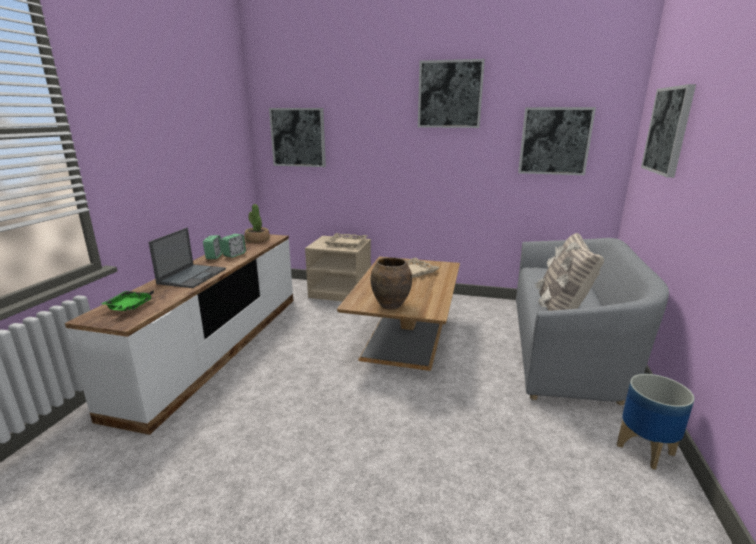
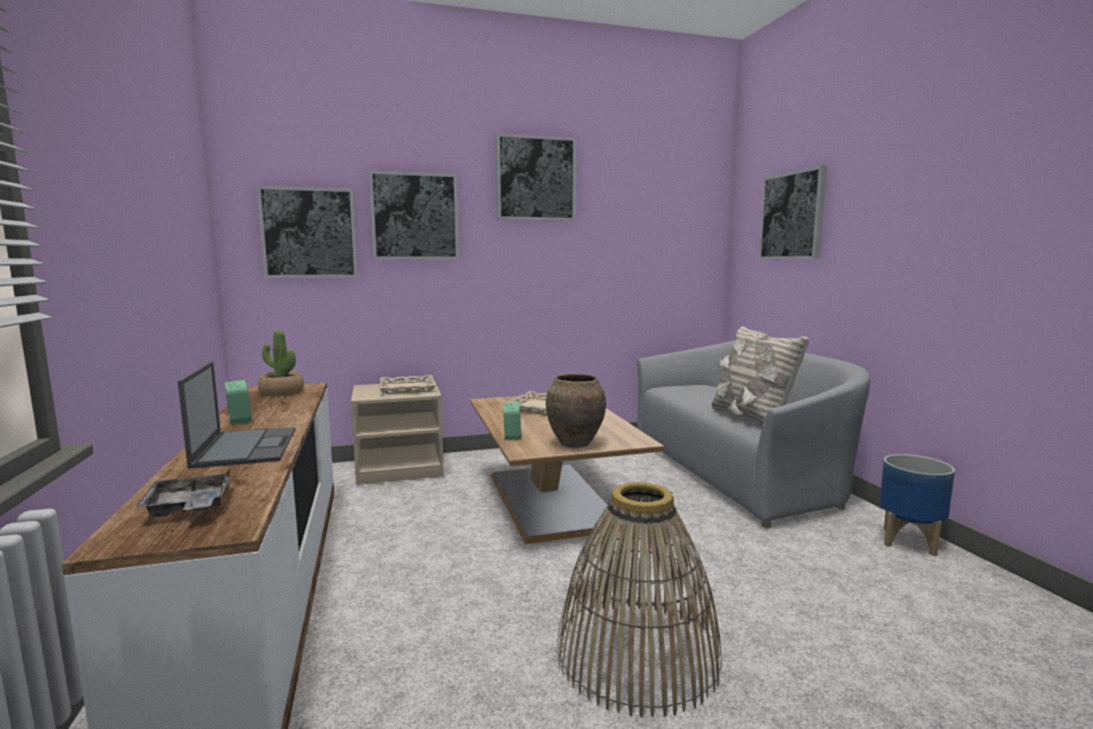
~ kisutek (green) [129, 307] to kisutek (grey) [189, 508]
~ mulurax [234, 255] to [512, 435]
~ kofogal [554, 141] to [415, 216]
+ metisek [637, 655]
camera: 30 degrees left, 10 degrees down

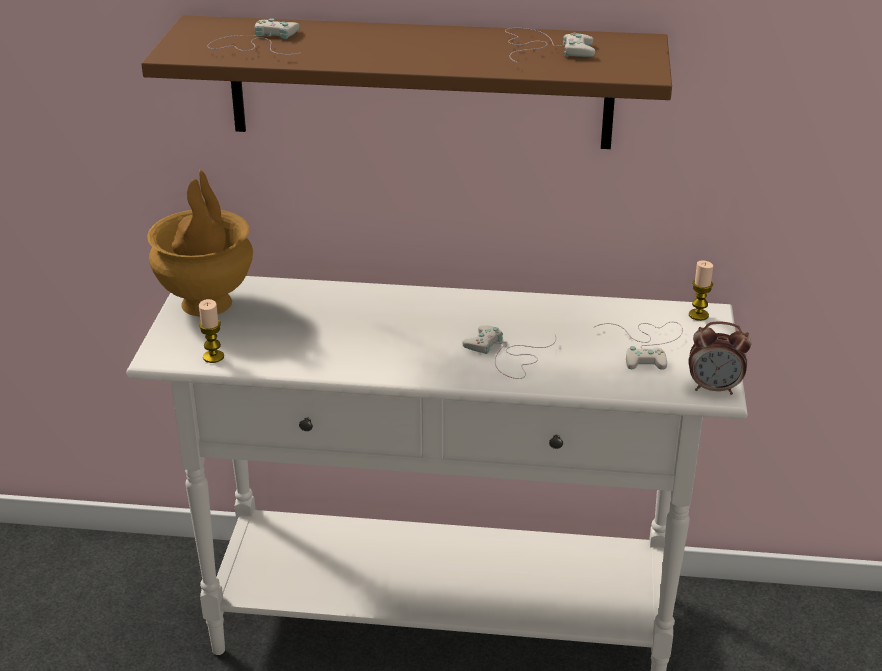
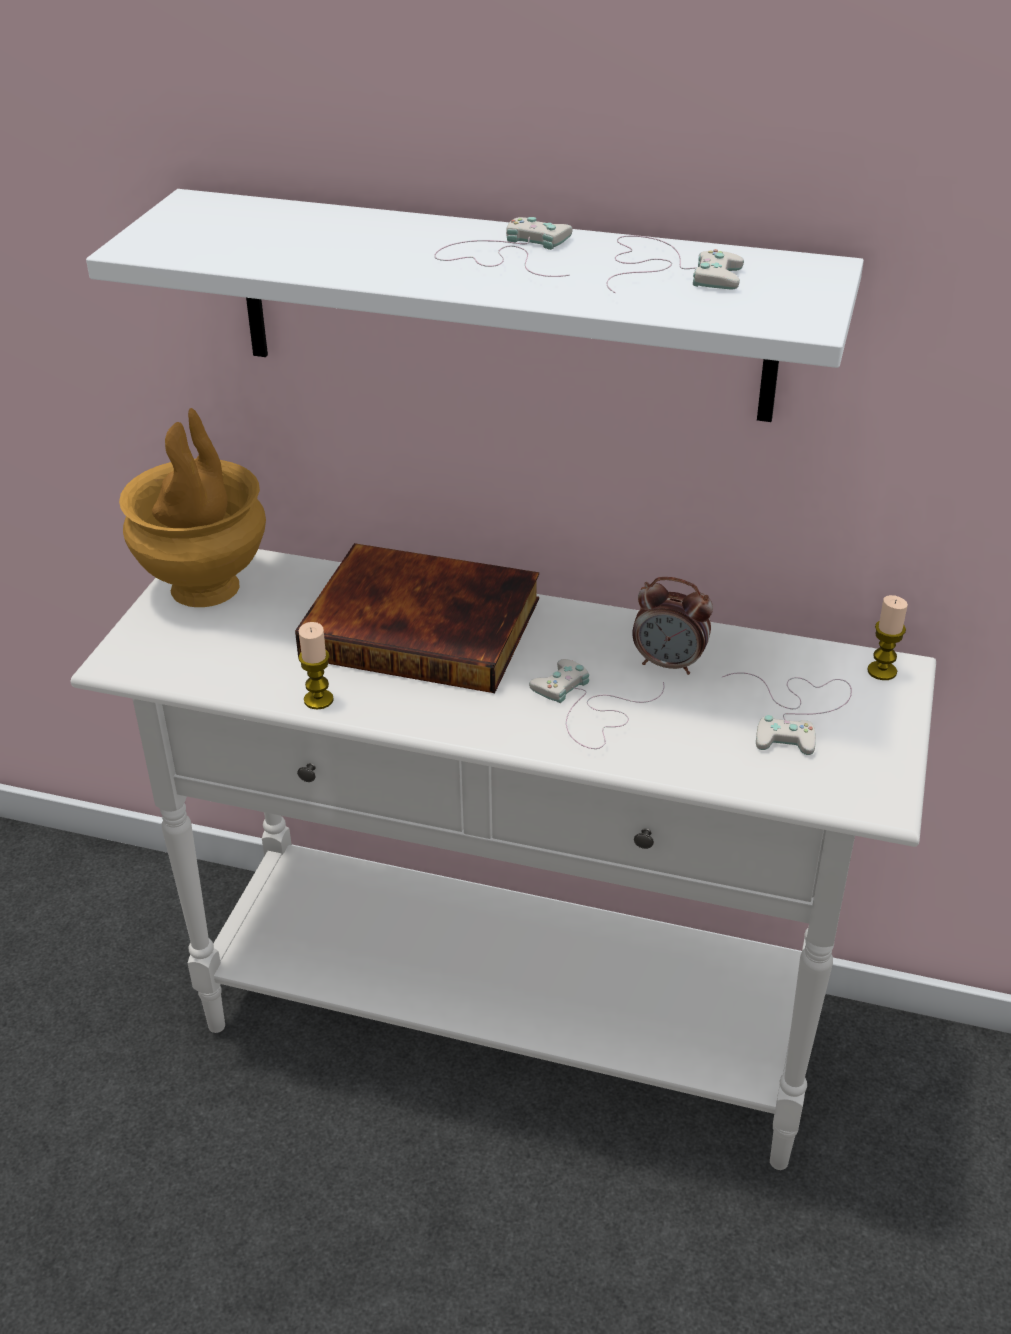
~ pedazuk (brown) [420, 82] to pedazuk (white) [502, 306]
~ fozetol [213, 357] to [318, 700]
~ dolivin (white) [257, 44] to [507, 255]
~ mulurax [714, 388] to [669, 664]
+ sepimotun [425, 625]
camera: 10 degrees right, 5 degrees up

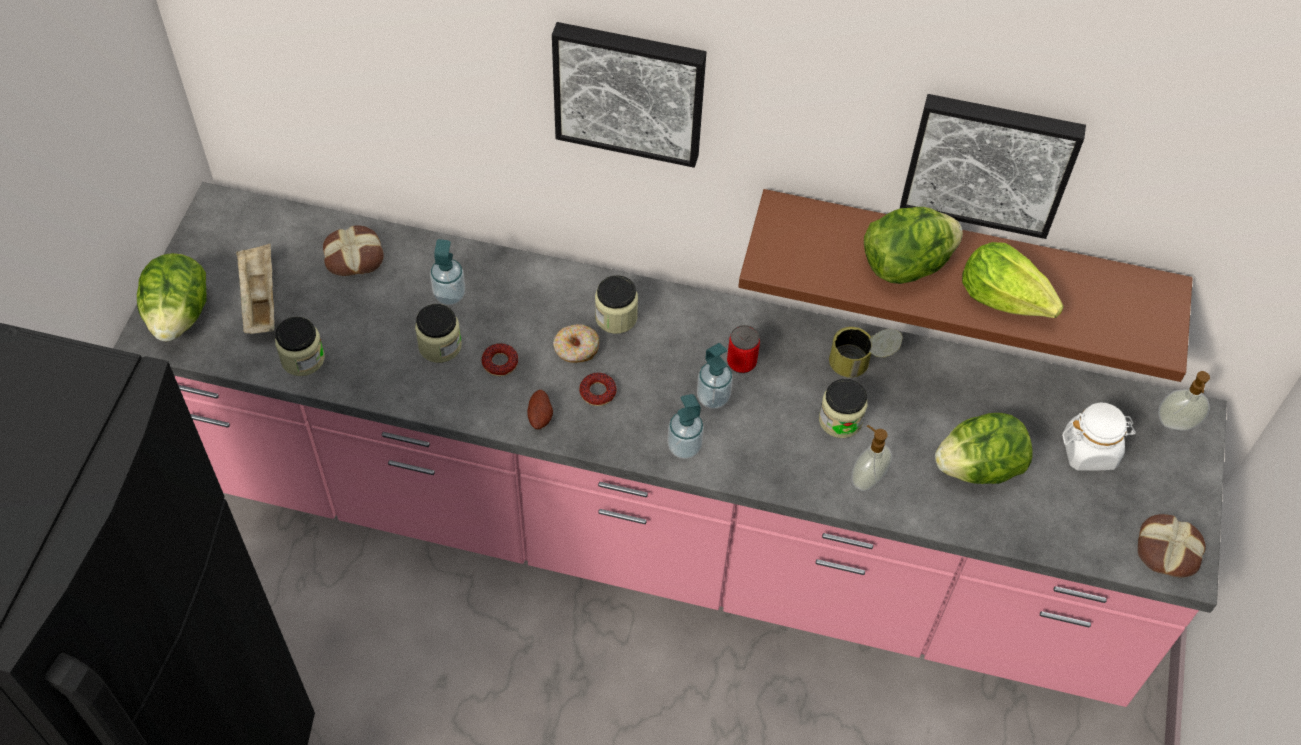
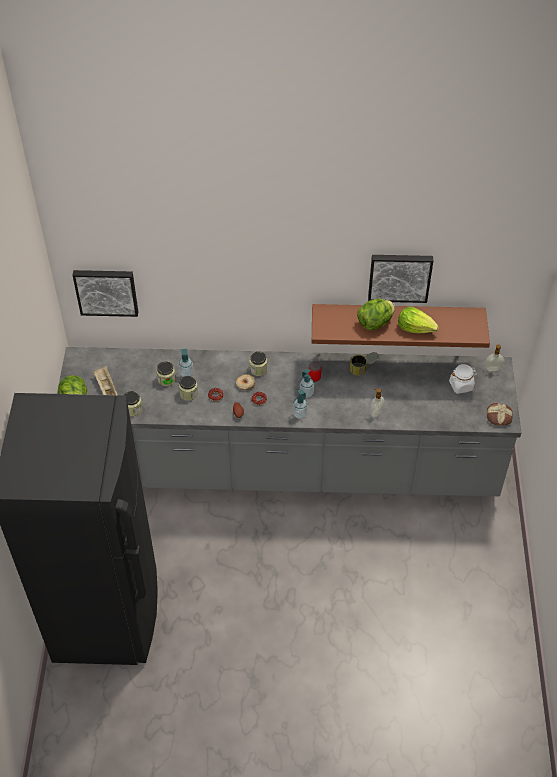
~ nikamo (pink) [643, 529] to nikamo (grey) [278, 468]
- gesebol [354, 255]
~ kofogal [630, 90] to [106, 291]
~ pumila [840, 420] to [166, 379]
- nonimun [979, 467]
camera: 10 degrees left, 5 degrees down

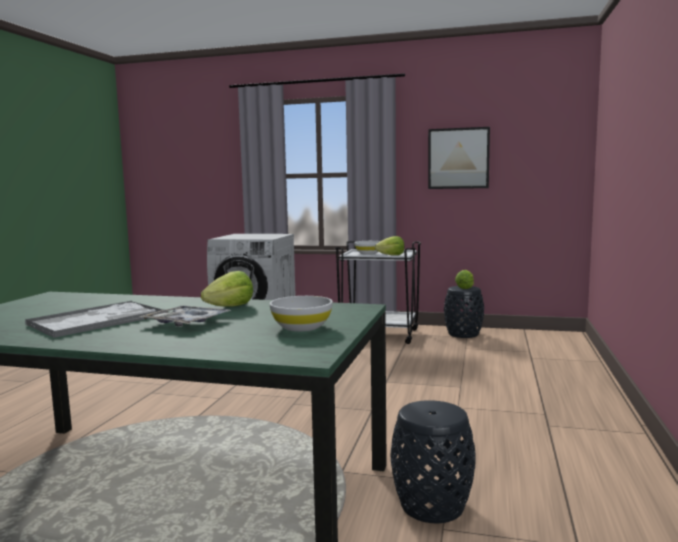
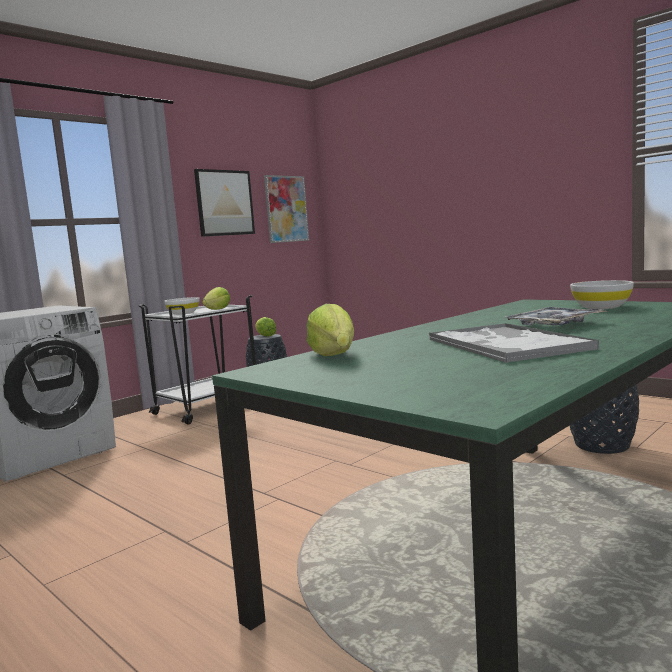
~ nonimun [230, 307] to [334, 355]
+ kofogal [286, 209]
camera: 60 degrees left, 0 degrees up

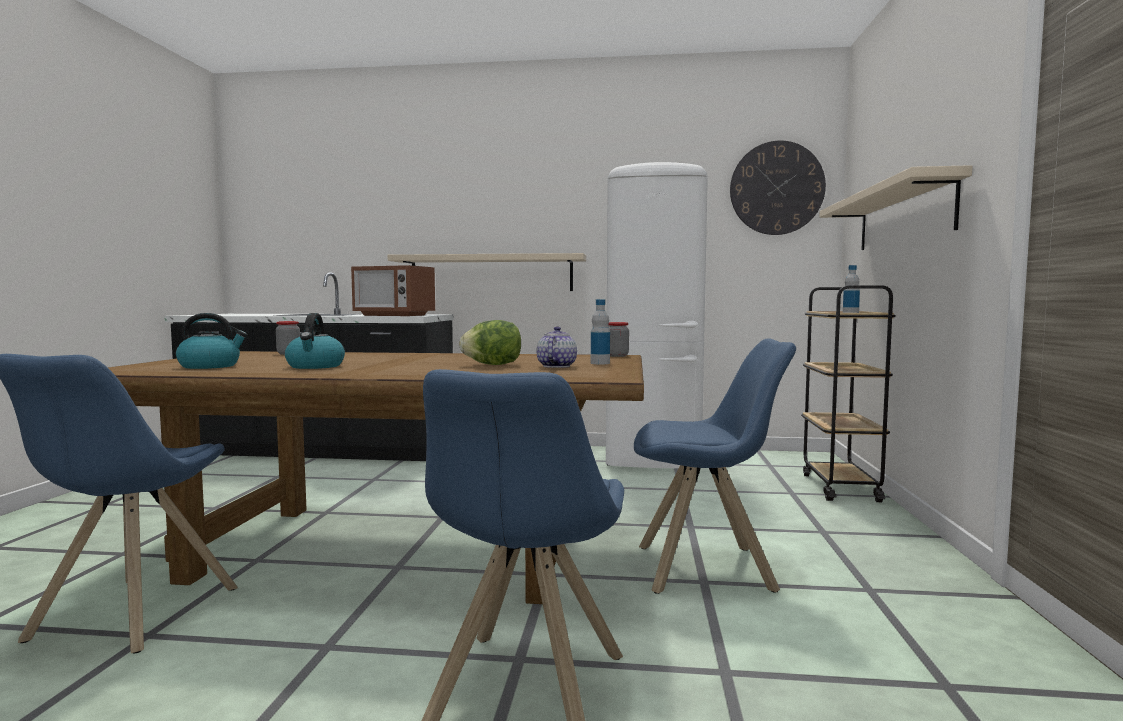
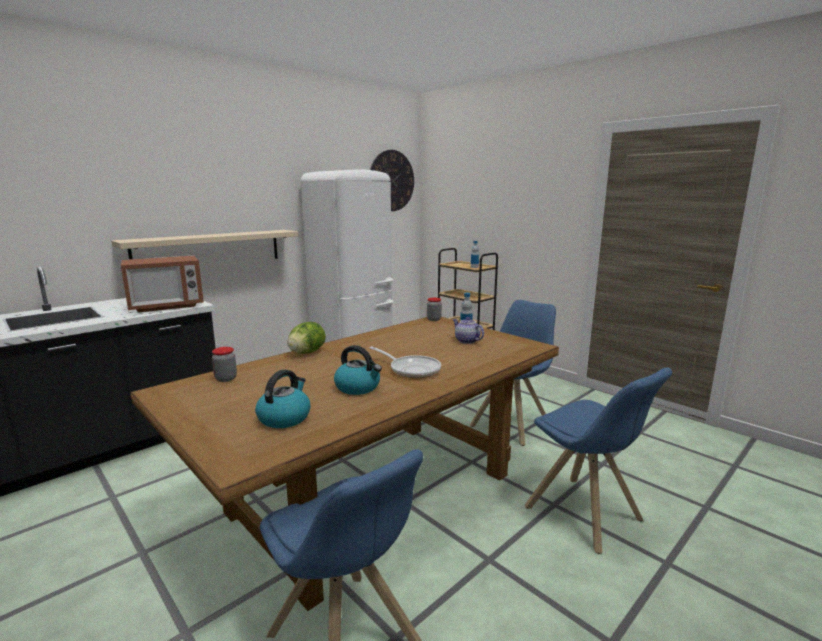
~ nonimun [493, 365] to [306, 353]
- pedazuk (beige) [903, 217]
+ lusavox [412, 369]
camera: 50 degrees left, 10 degrees up

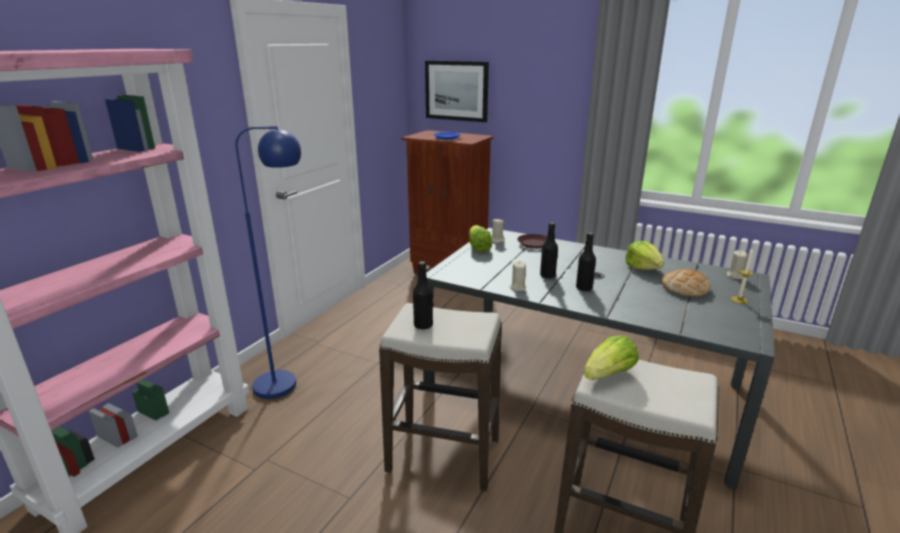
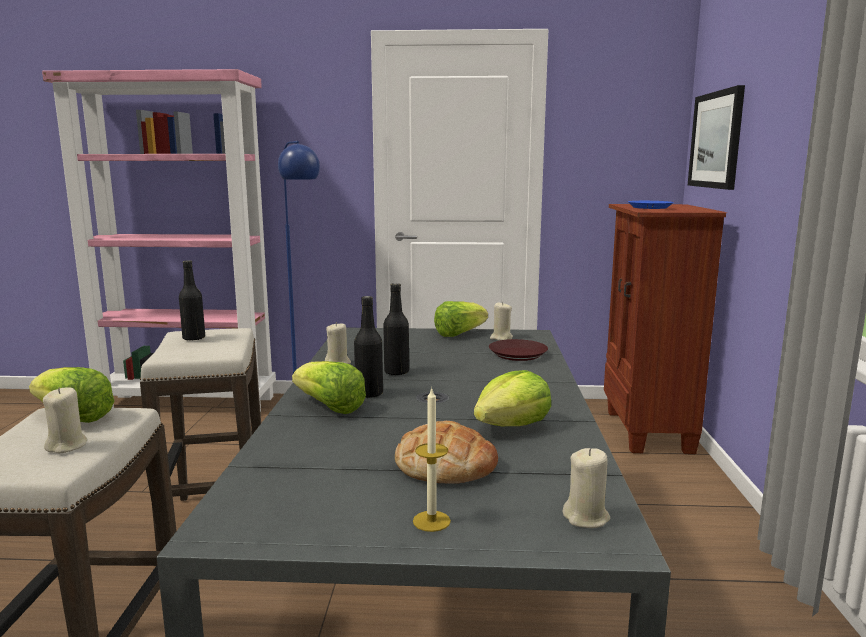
+ fozetol (beige) [67, 446]
+ nonimun [329, 407]
camera: 65 degrees right, 10 degrees down

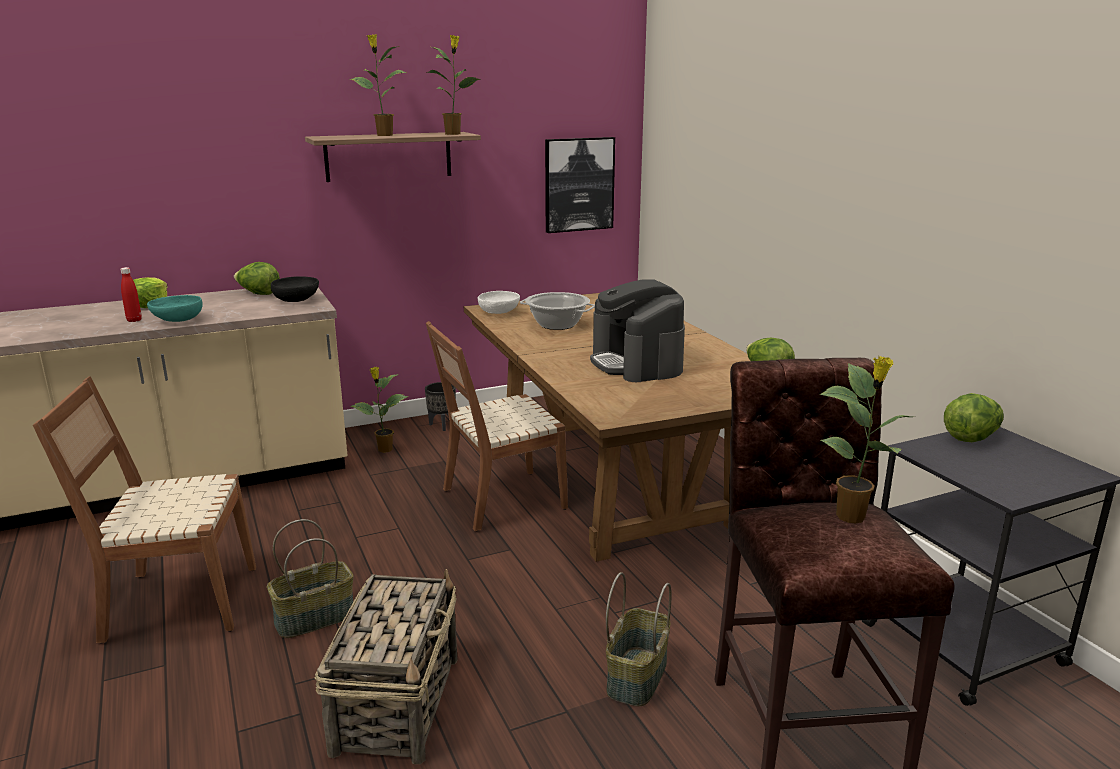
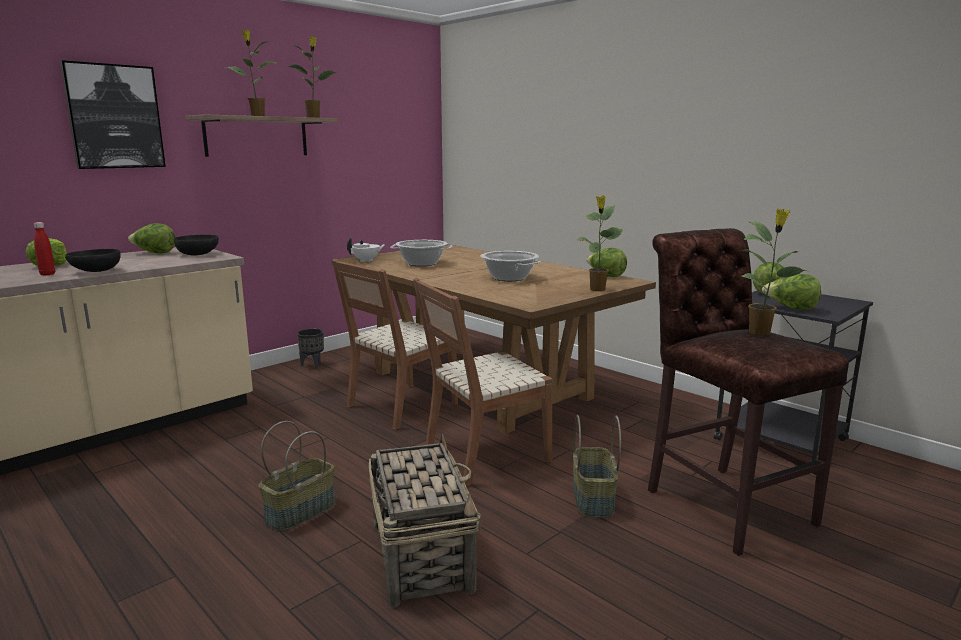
~ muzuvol [174, 603] to [481, 456]
~ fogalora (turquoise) [177, 321] to fogalora (black) [95, 272]
~ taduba [384, 450] to [597, 289]
~ fogalora (white) [499, 313] to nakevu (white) [367, 261]
~ kofogal [578, 184] to [114, 117]
~ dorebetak [636, 364] to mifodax [509, 278]
+ nonimun [791, 308]
camera: 20 degrees left, 5 degrees down

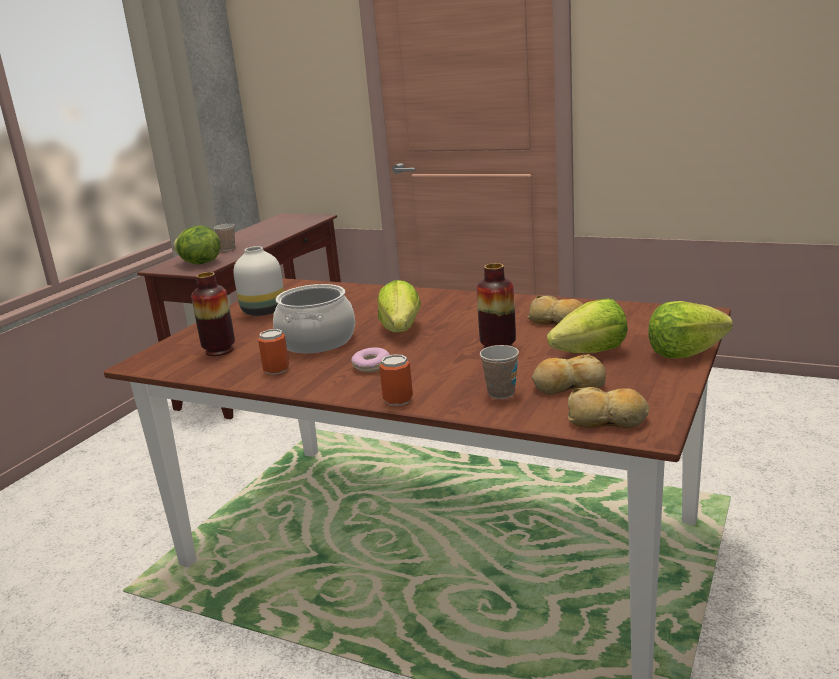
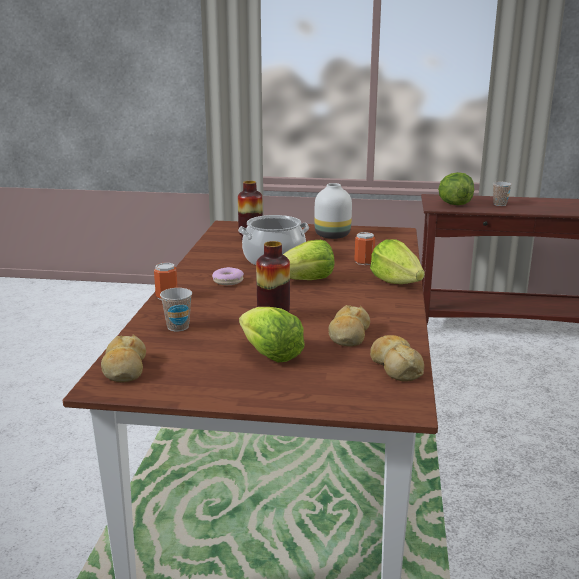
~ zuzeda [276, 369] to [364, 262]
~ gesebol [568, 386] to [396, 366]
~ nonimun [685, 353] to [396, 282]
camera: 70 degrees right, 0 degrees up

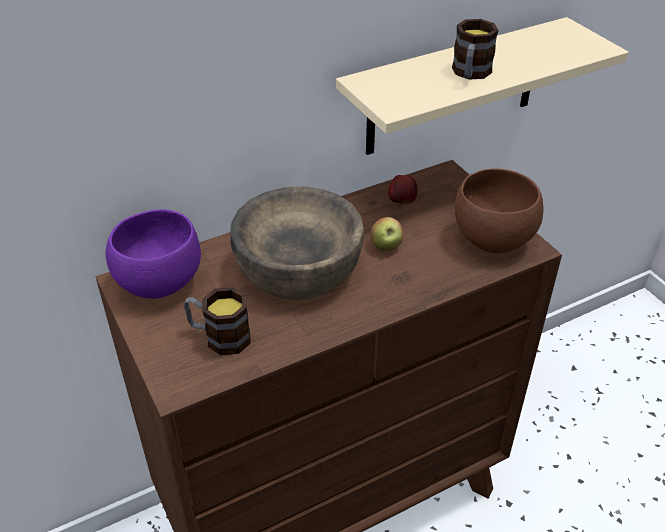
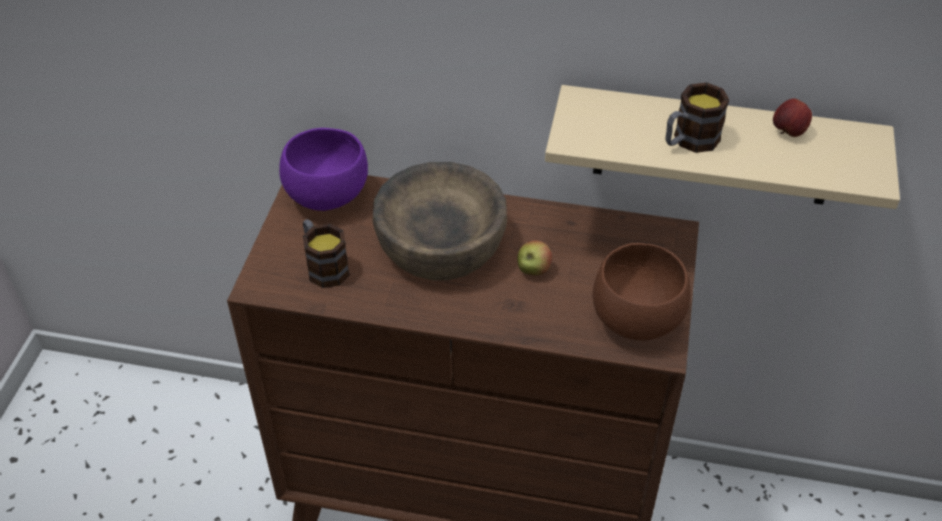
~ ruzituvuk [402, 202] to [788, 132]
camera: 40 degrees right, 5 degrees up

